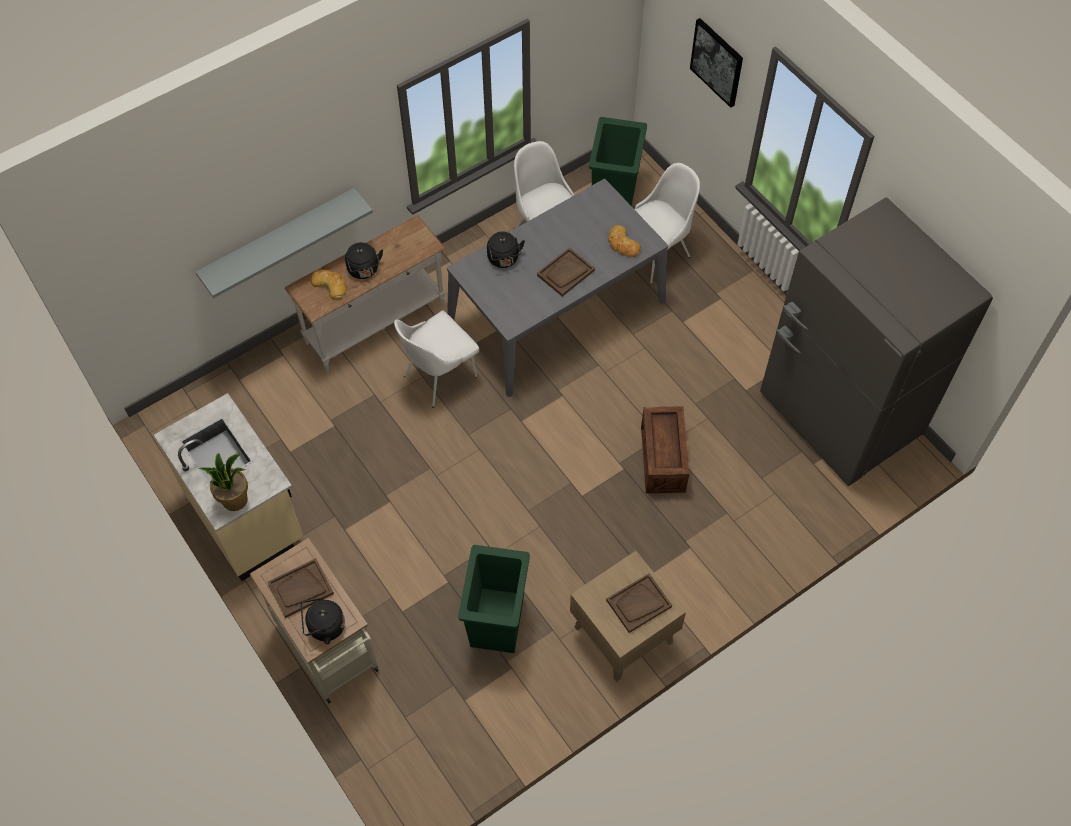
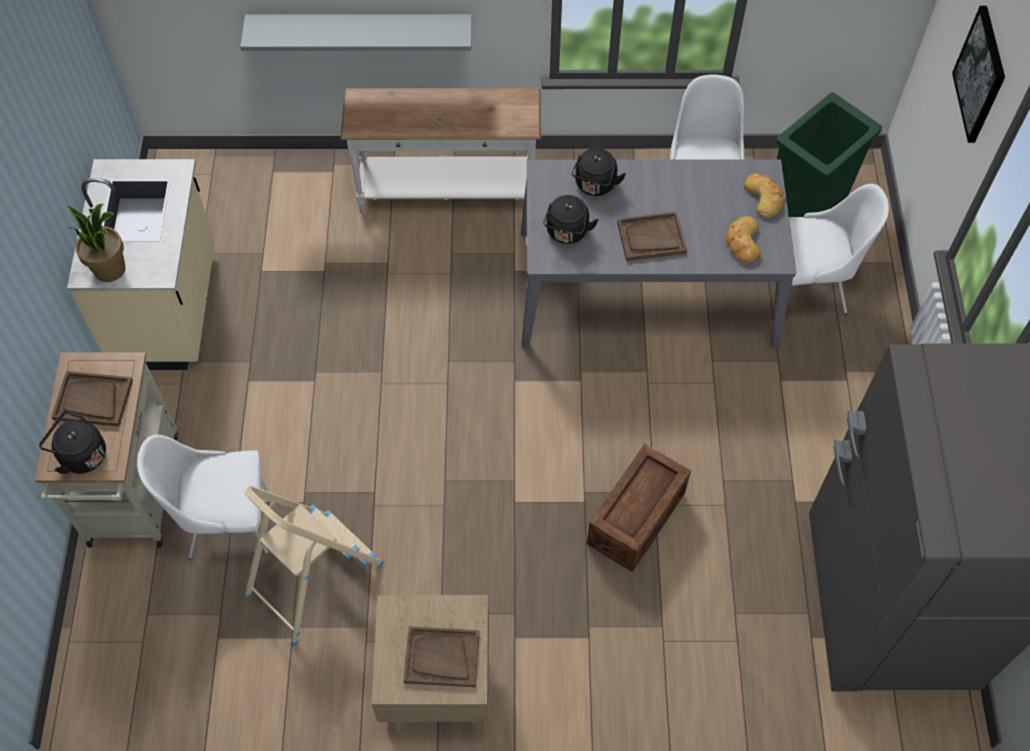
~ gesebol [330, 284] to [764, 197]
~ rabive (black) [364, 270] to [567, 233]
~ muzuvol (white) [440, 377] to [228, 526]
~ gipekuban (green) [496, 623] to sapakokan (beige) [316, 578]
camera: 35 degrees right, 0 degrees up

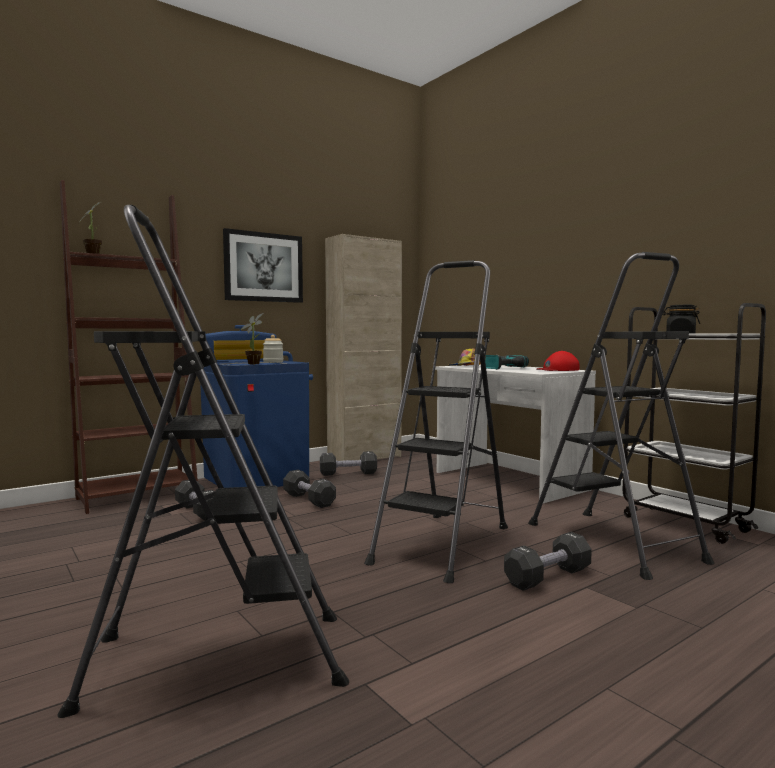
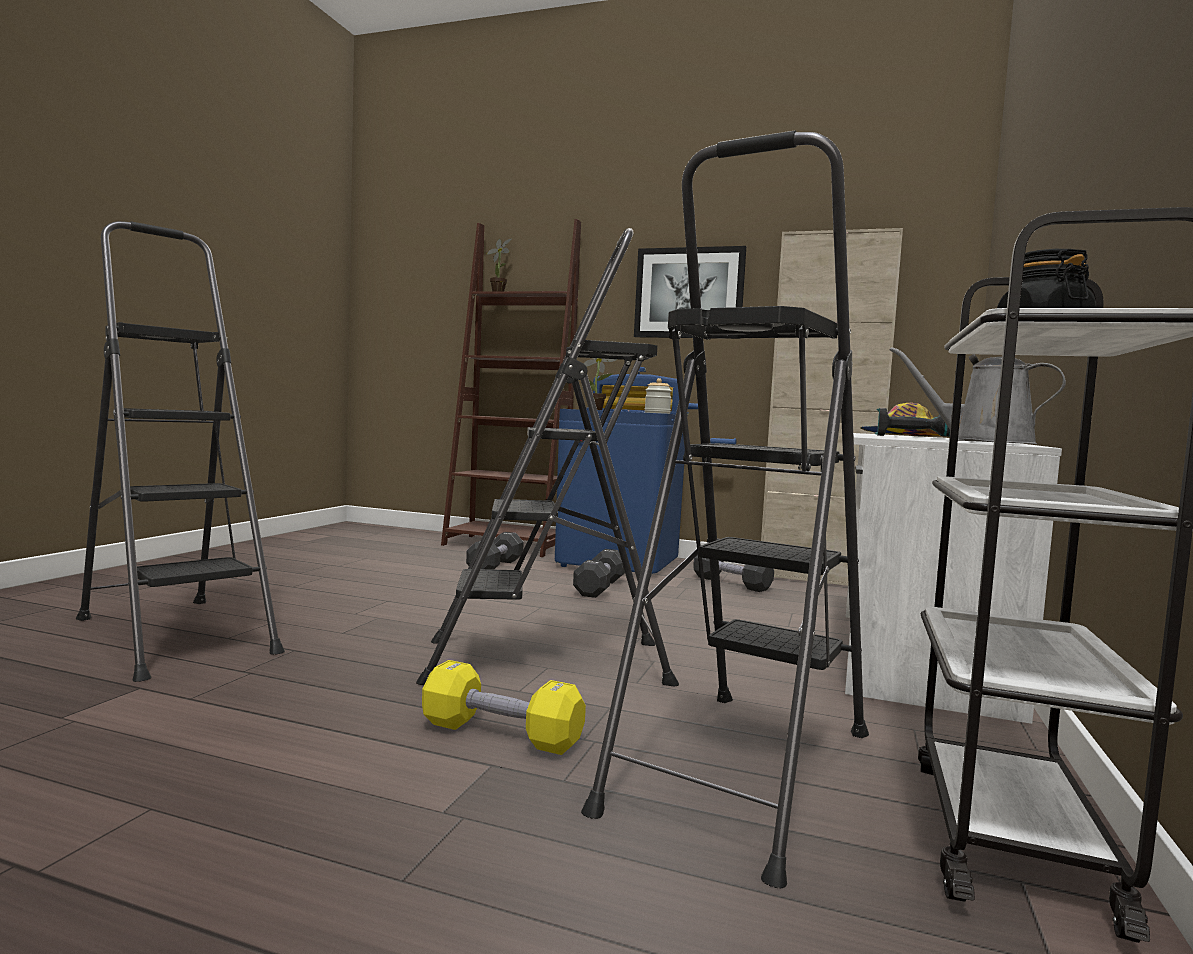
~ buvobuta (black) [547, 577] to buvobuta (yellow) [501, 734]
~ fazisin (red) [558, 370] to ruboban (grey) [982, 442]
camera: 55 degrees right, 0 degrees up

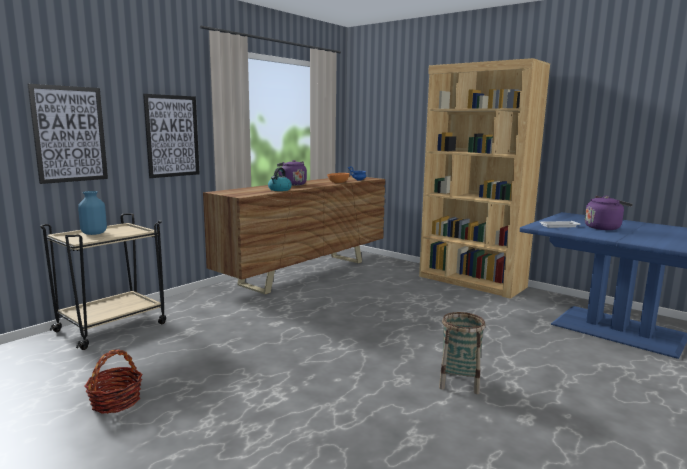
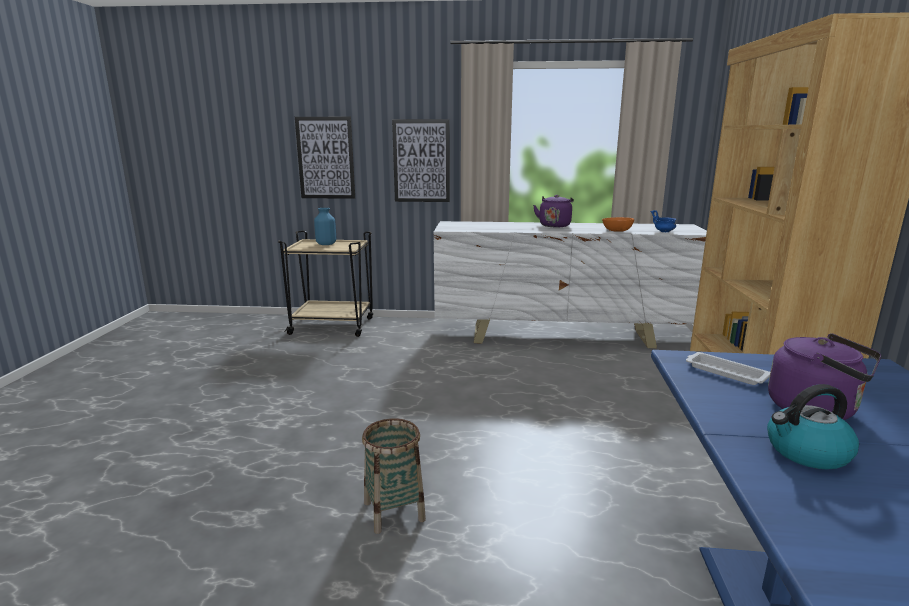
- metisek [116, 401]
~ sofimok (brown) [305, 272] to sofimok (white) [562, 337]
~ rabive [279, 190] to [806, 452]
camera: 55 degrees right, 5 degrees up

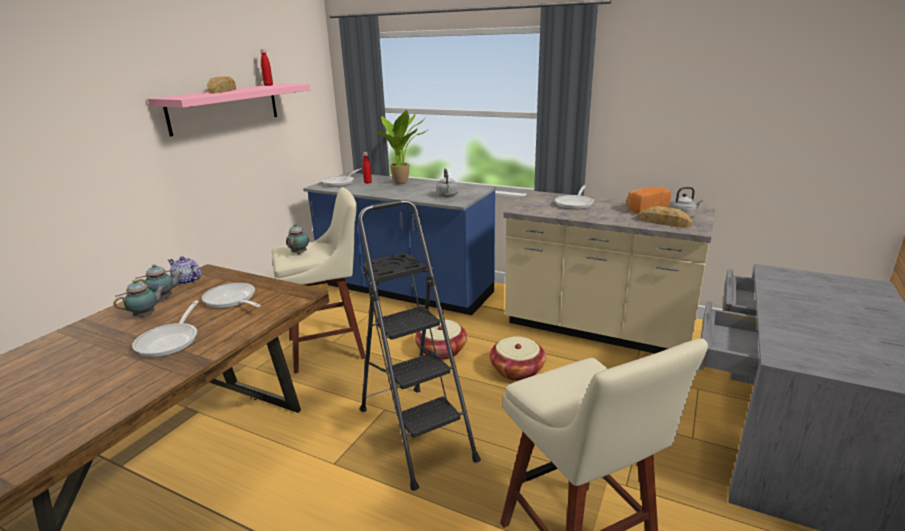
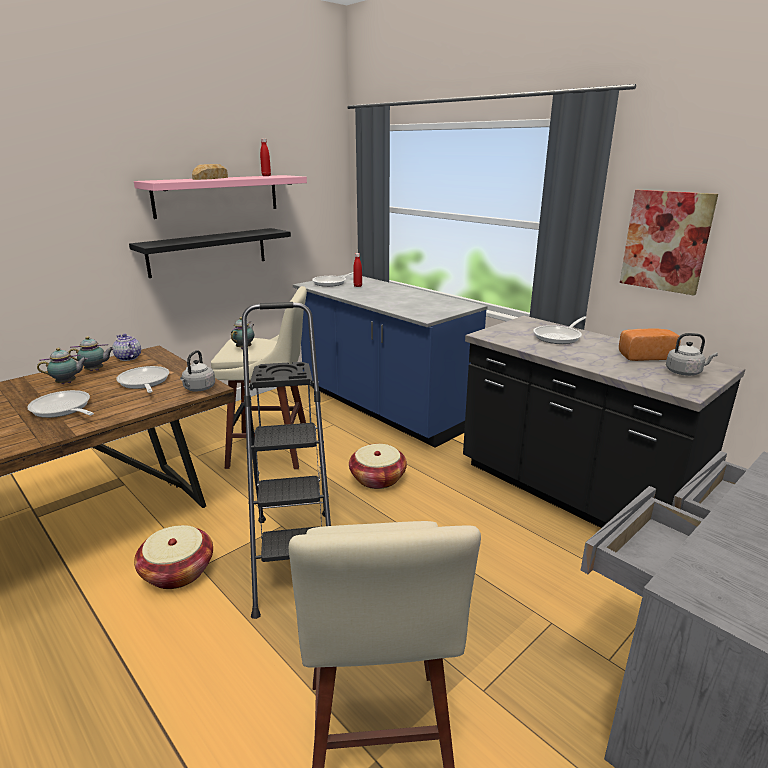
~ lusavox [171, 340] = [63, 409] 105 degrees clockwise
- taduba [403, 182]
~ rabive (grey) [447, 196] to [198, 389]
~ metisek [517, 370] to [178, 572]
~ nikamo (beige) [597, 329] to nikamo (black) [571, 495]
- gesebol [663, 222]
+ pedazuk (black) [208, 252]
+ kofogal [666, 241]
camera: 20 degrees right, 0 degrees up

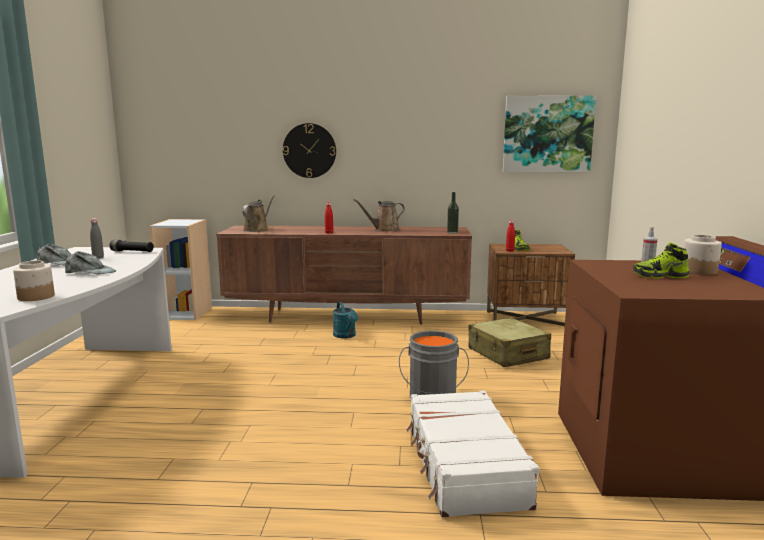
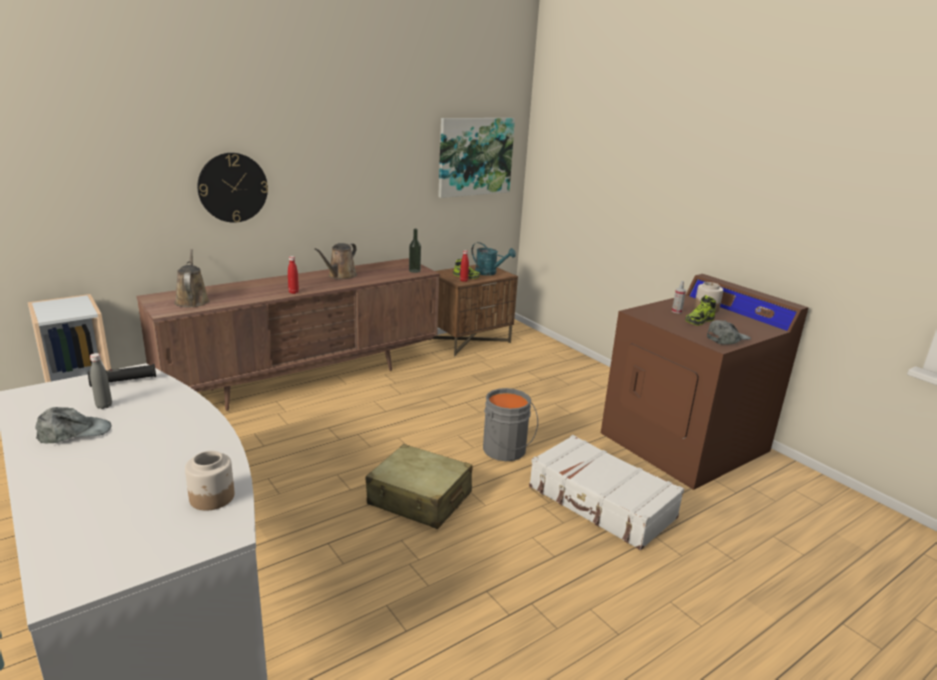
~ fazisin (grey) [90, 272] to [727, 338]
~ ruboban (turquoise) [346, 336] to [489, 273]
~ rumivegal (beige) [507, 354] to [420, 499]
camera: 40 degrees left, 10 degrees up

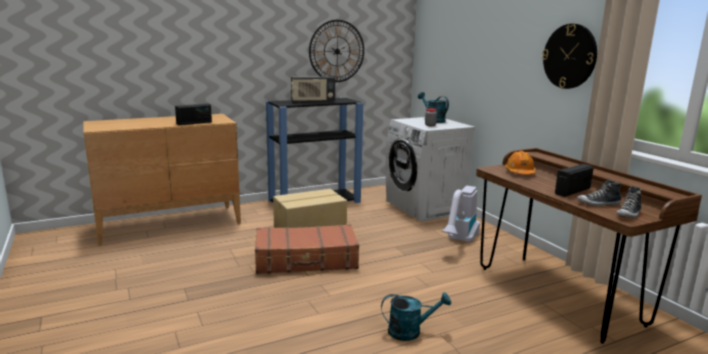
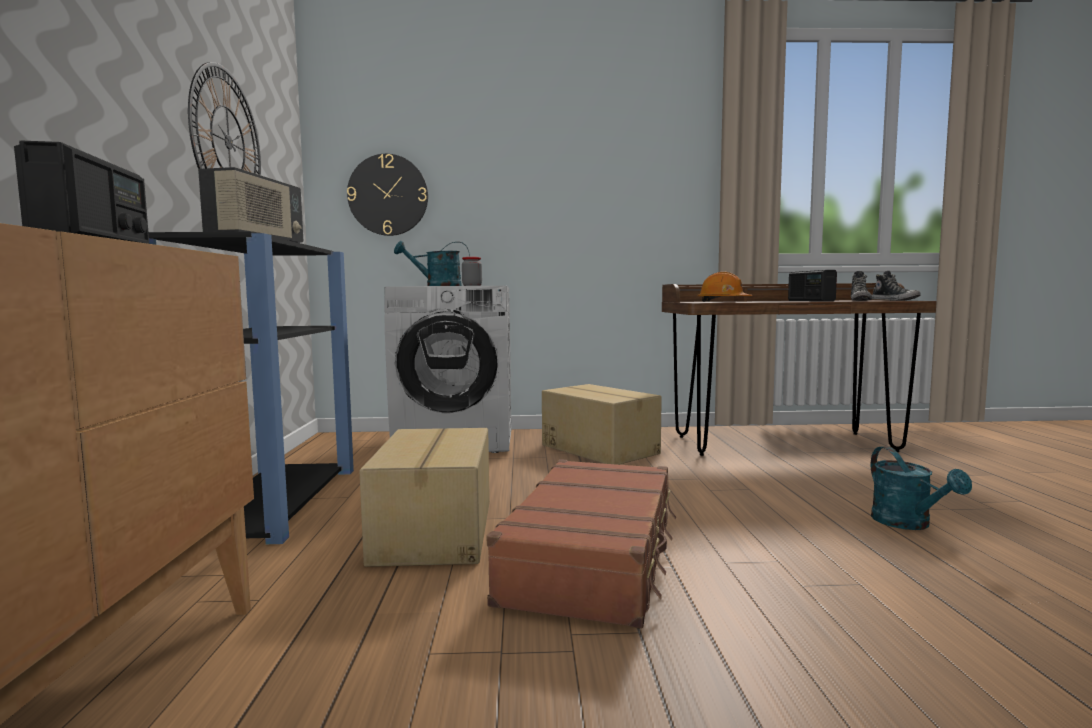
~ ruboban (turquoise) [410, 331] = [908, 524] 150 degrees clockwise
~ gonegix [460, 241] to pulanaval [600, 449]
~ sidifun [569, 56] to [388, 195]
camera: 65 degrees left, 10 degrees down

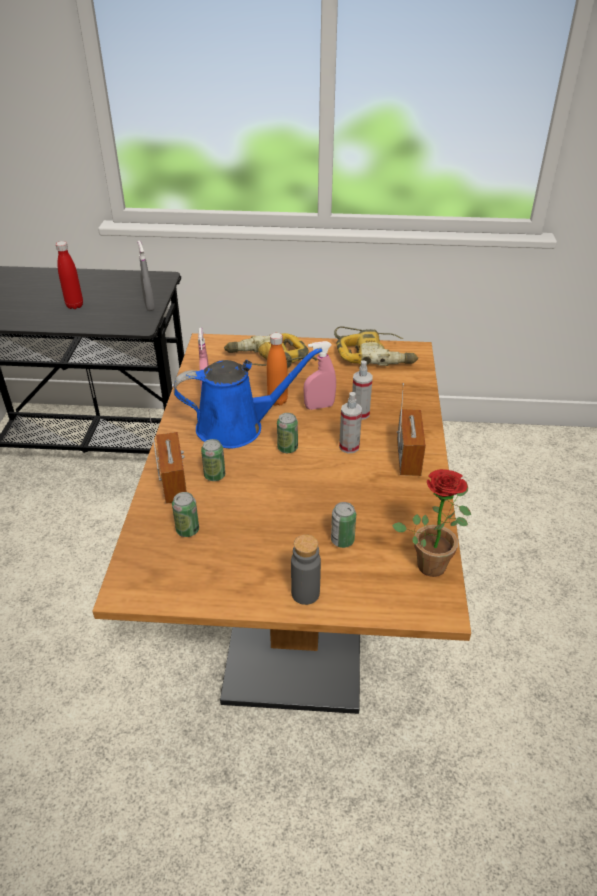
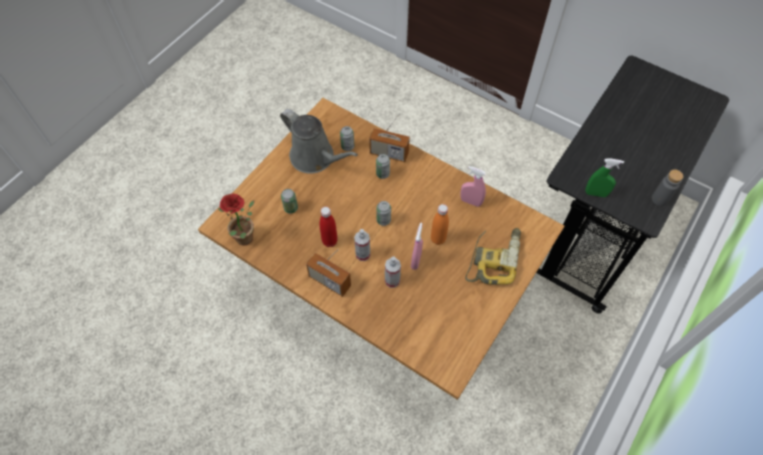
~ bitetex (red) [75, 306] to [329, 241]
~ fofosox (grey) [149, 306] to fofosox (green) [596, 193]
- ruboban (blue) [237, 427]
~ bitetex (grey) [305, 593] to [659, 199]
- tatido [374, 354]
+ ruboban (grey) [315, 158]
camera: 120 degrees right, 20 degrees up

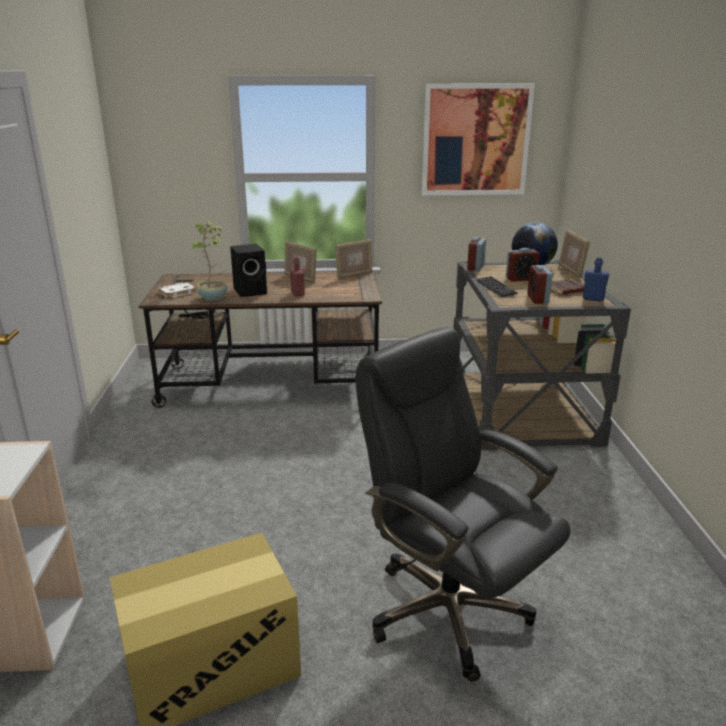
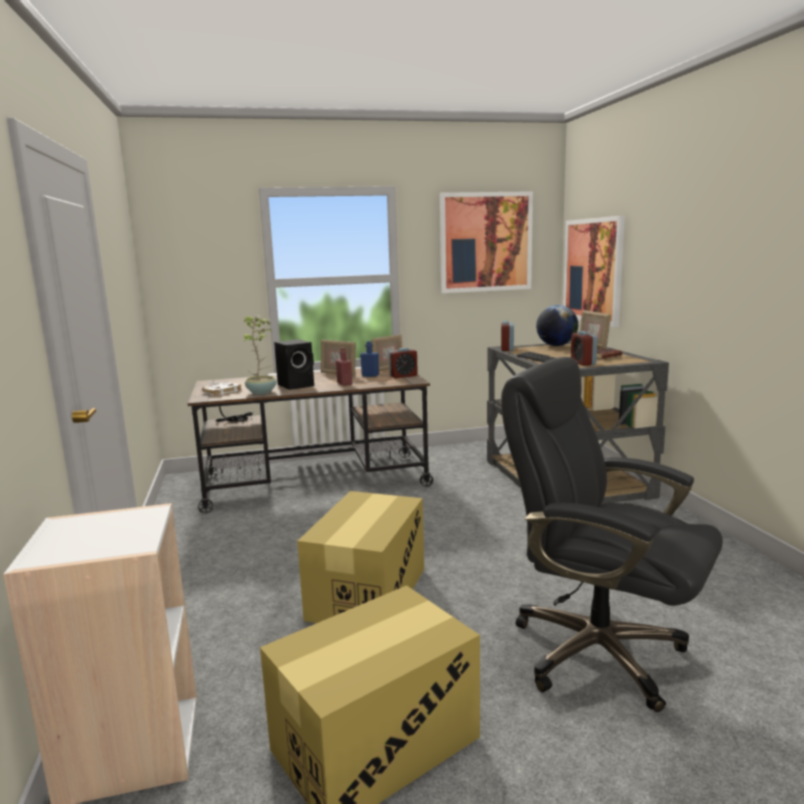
~ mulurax [521, 279] to [403, 376]
~ bitetex (blue) [593, 299] to [370, 375]
+ pulanaval [368, 593]
+ kofogal [593, 270]
camera: 10 degrees left, 10 degrees down

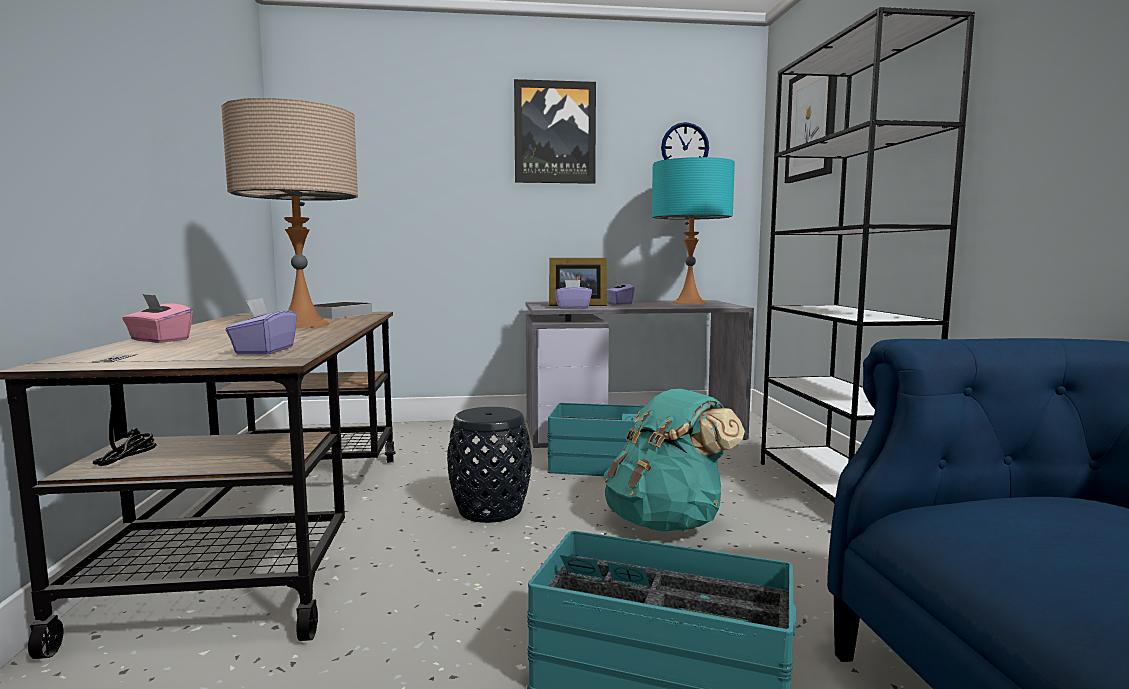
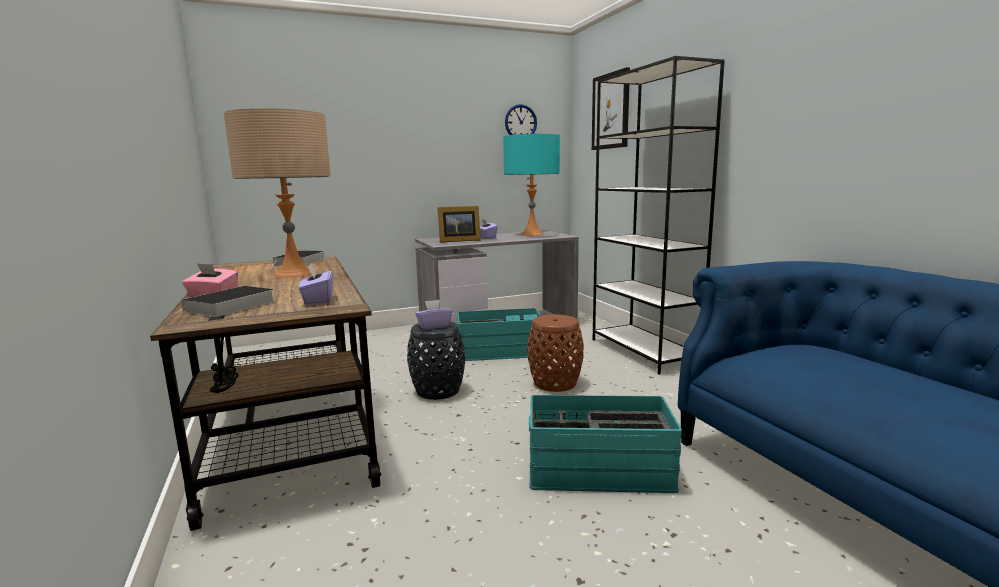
- kofogal [555, 133]
~ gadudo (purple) [572, 308] to [434, 326]
~ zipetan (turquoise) [667, 521] to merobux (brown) [555, 383]
+ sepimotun [229, 307]
camera: 15 degrees left, 5 degrees up

